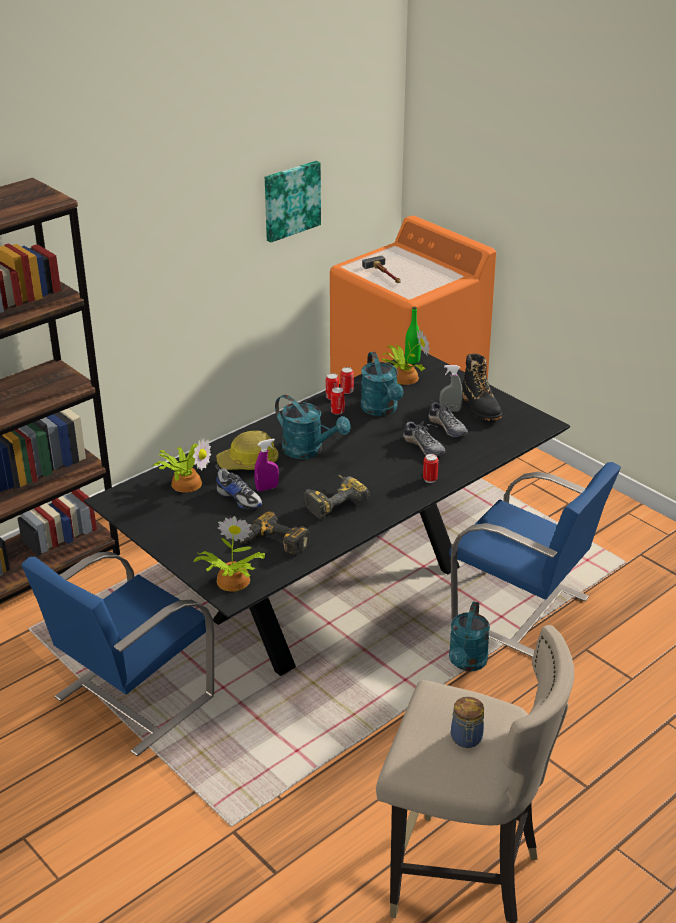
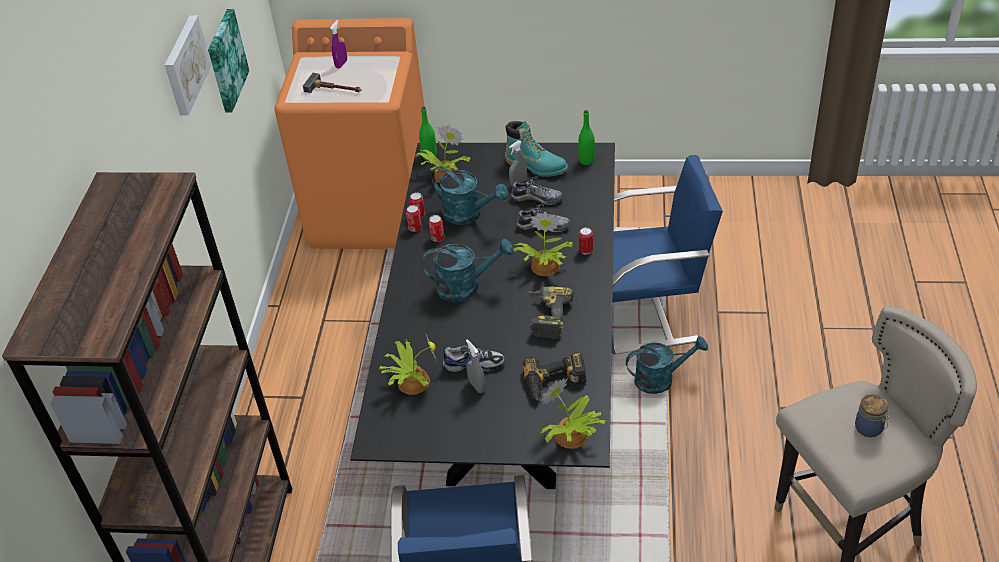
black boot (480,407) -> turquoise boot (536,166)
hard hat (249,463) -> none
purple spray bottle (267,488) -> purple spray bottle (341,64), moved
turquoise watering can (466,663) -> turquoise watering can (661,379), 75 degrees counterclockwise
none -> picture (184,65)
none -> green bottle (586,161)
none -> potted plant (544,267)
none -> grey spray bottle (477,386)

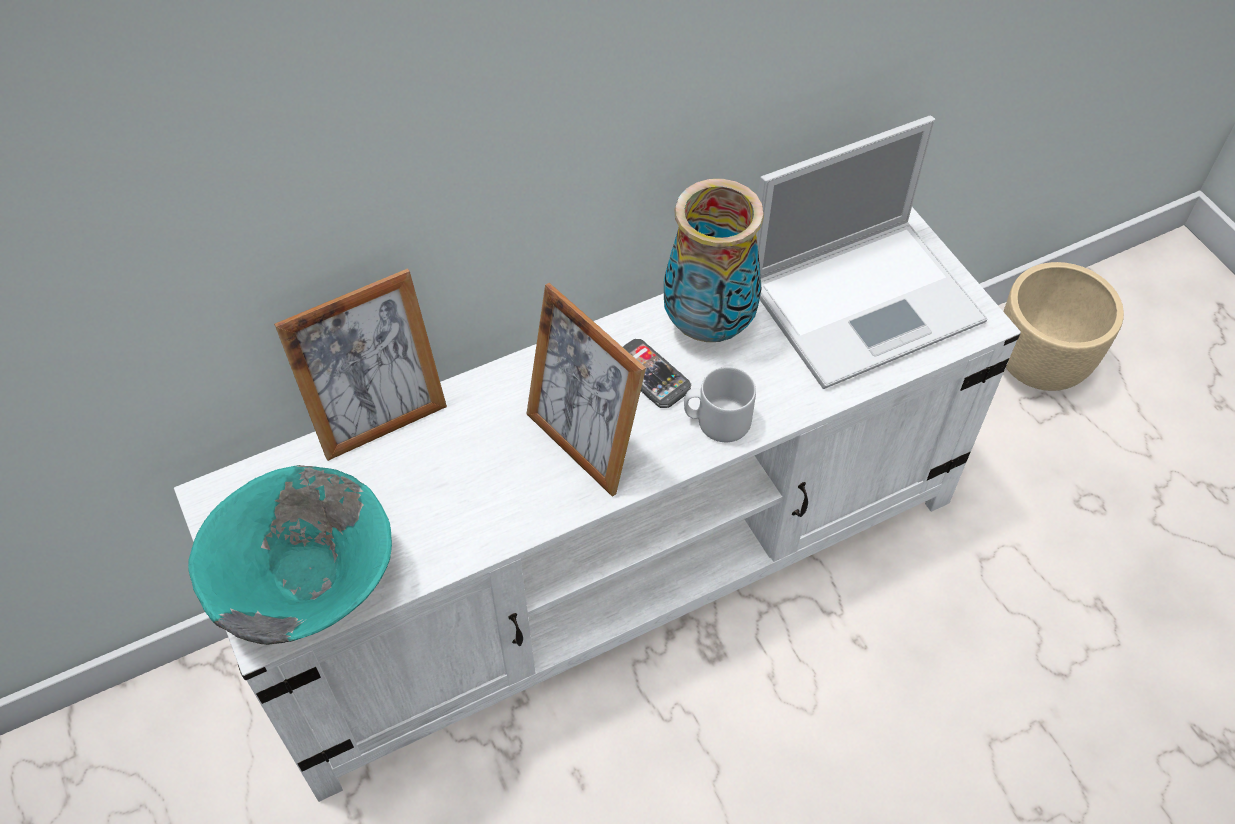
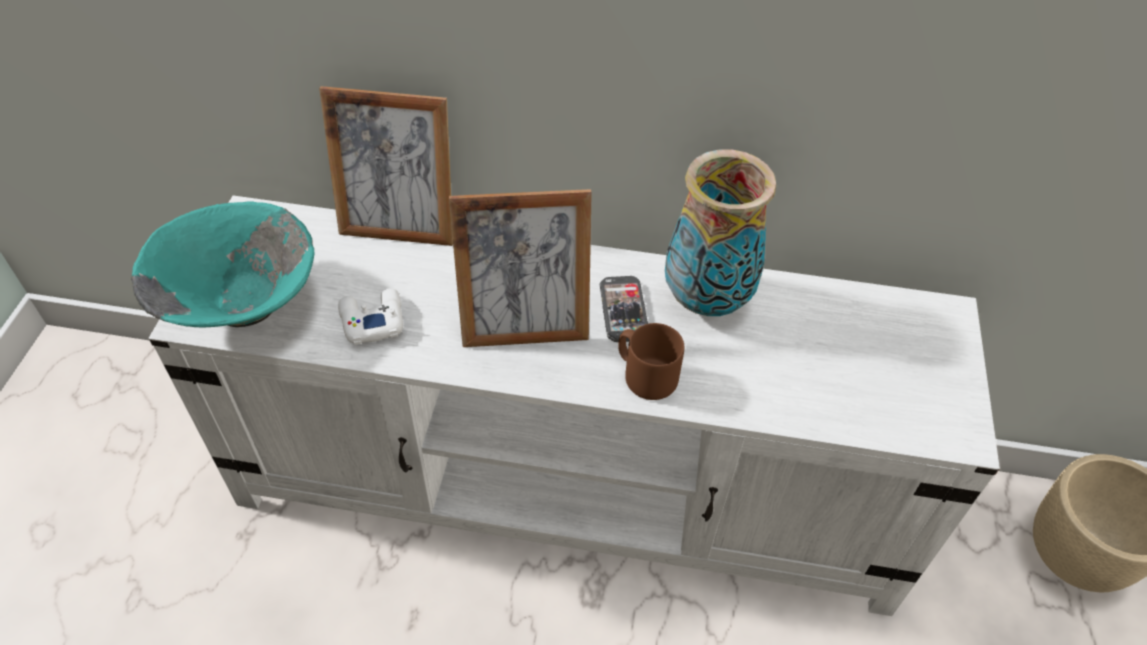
laptop (867,300) -> none
picture frame (583,443) -> picture frame (524,329), 90 degrees counterclockwise
grey mug (717,421) -> brown mug (645,375)
none -> white game controller (372,320)

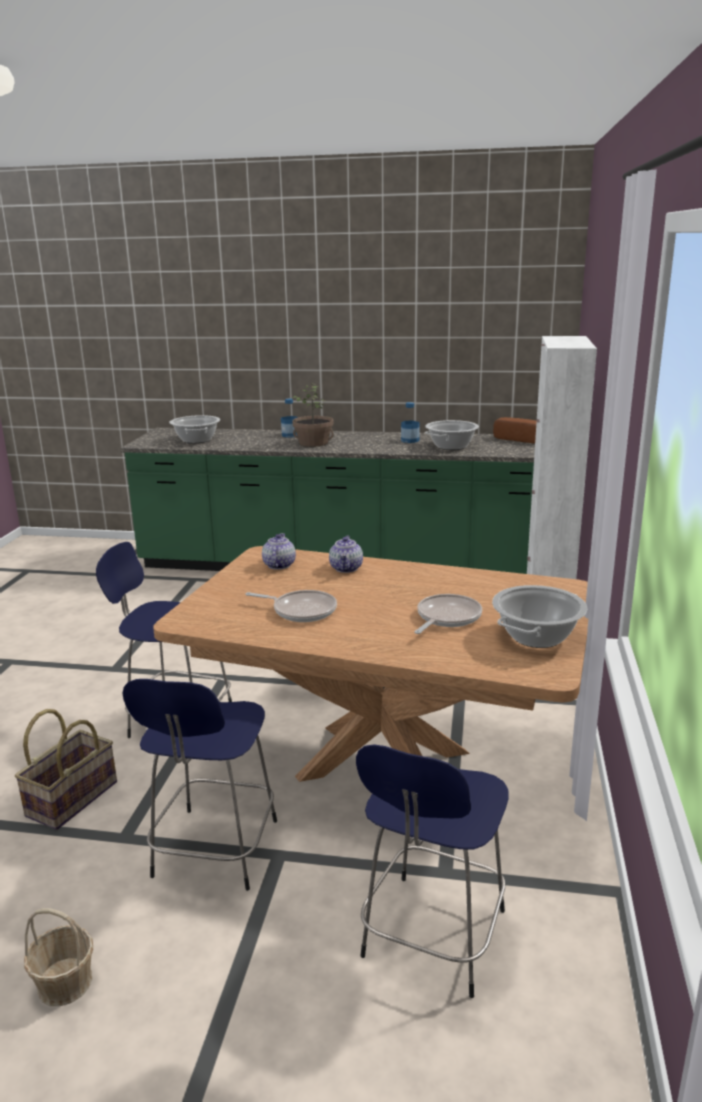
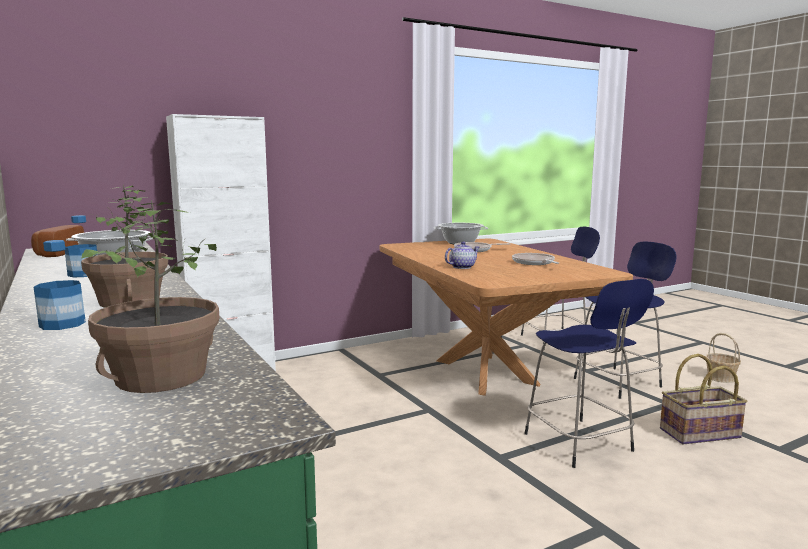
cooking pot (197,440) -> potted plant (161,376)
teapot (278,565) -> none

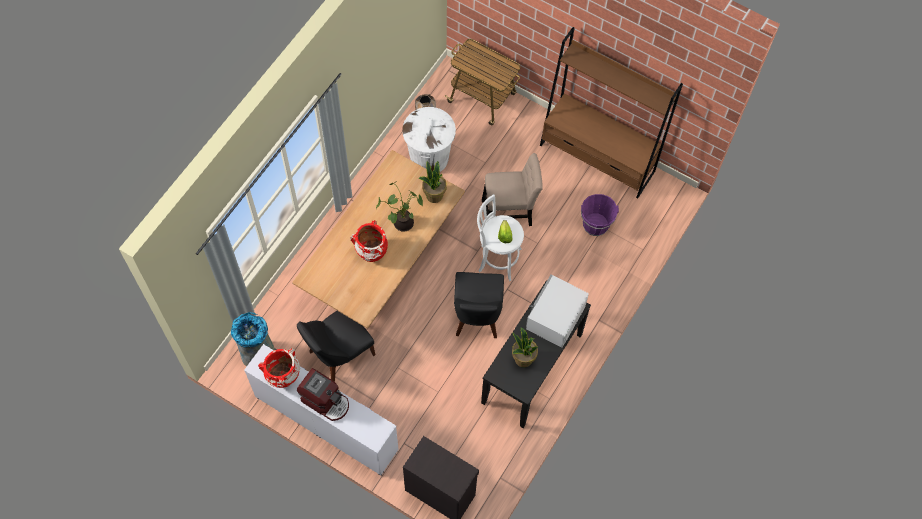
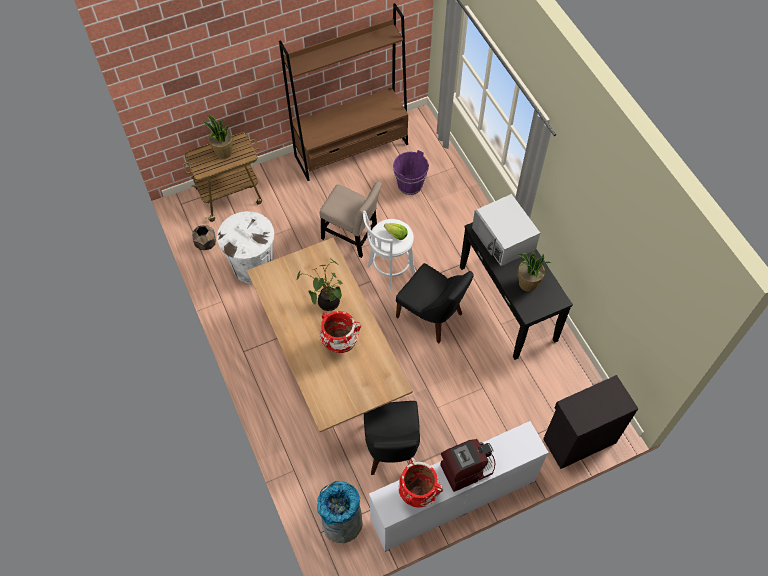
beige chair (510,211) -> beige chair (352,236), 90 degrees clockwise
potted plant (434,195) -> potted plant (223,152), moved

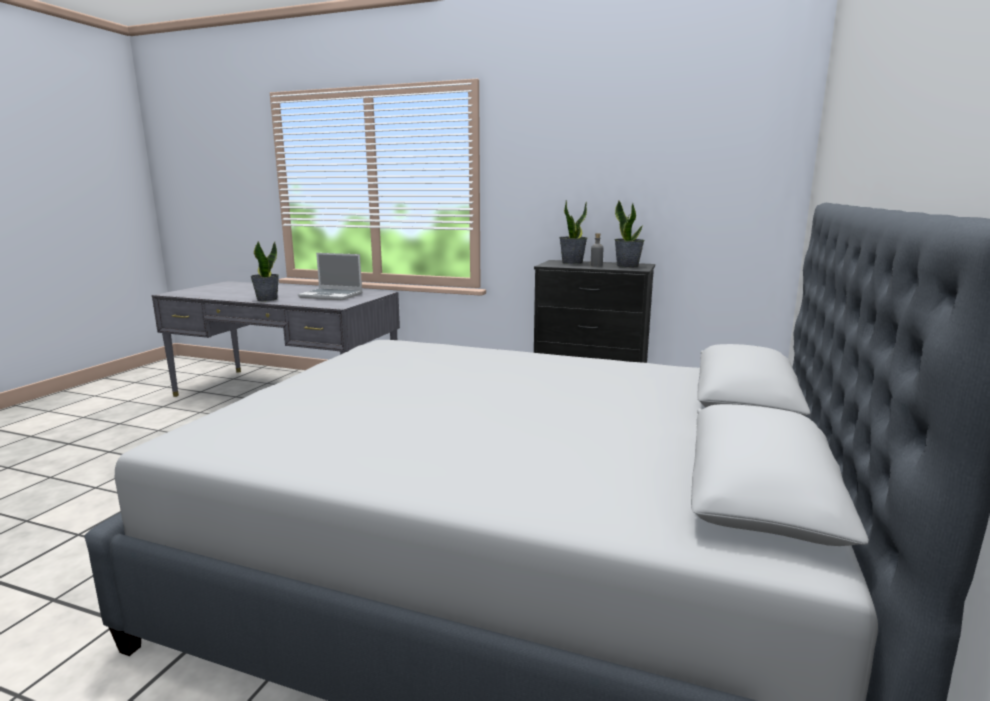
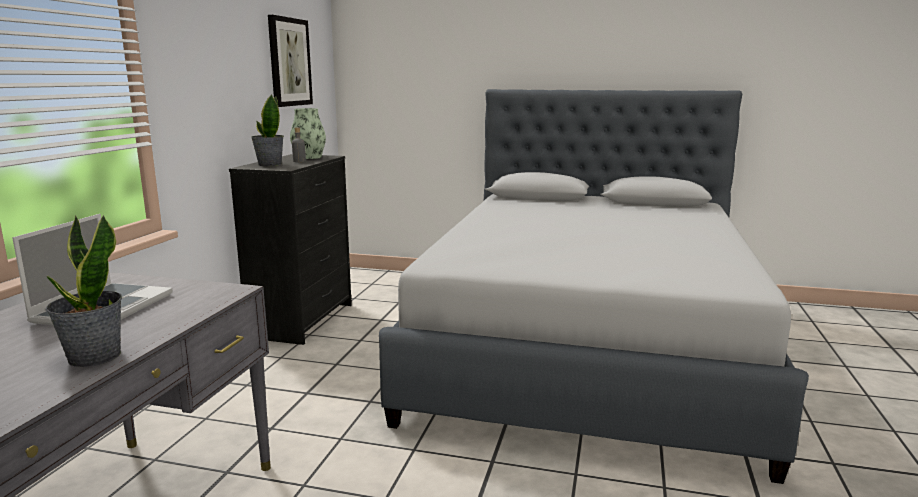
potted plant (627,266) -> vase (309,157)
none -> picture (289,62)

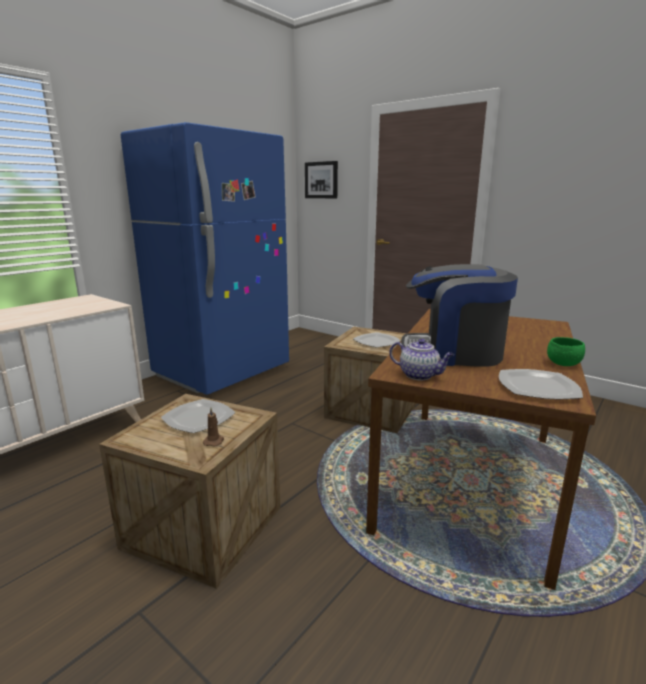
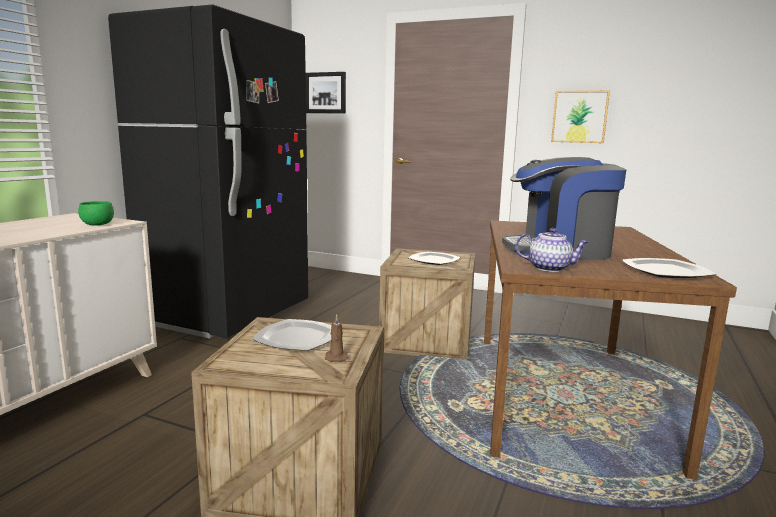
blue fridge (223,371) -> black fridge (228,314)
green bowl (563,364) -> green bowl (97,224), moved
none -> picture (580,117)

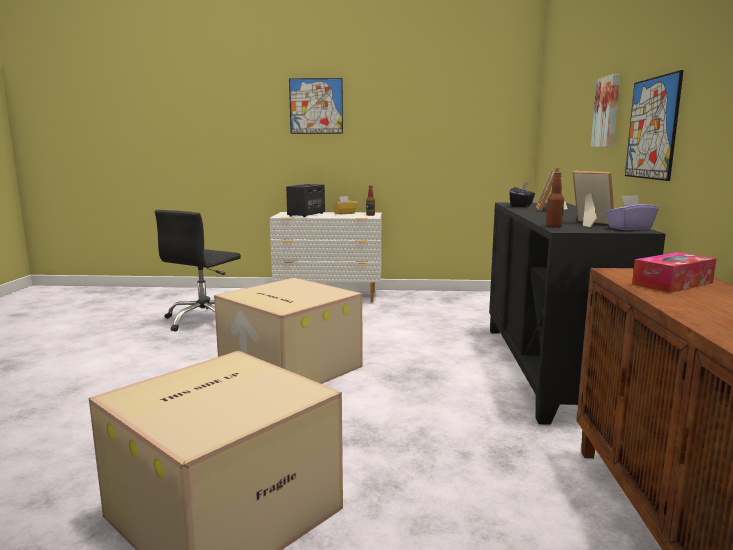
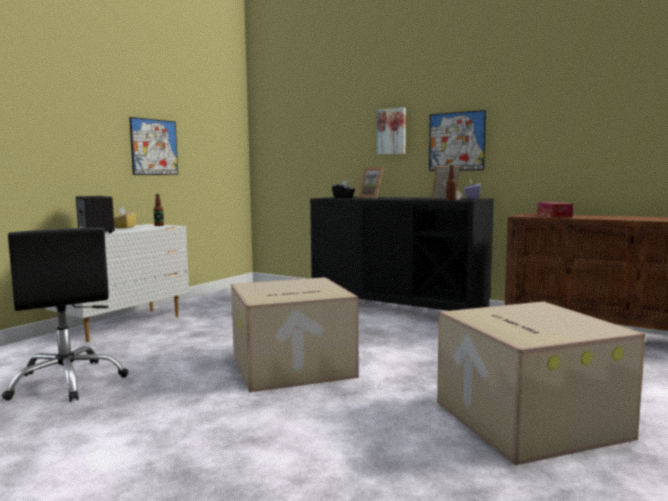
picture (316,106) -> picture (154,147), moved

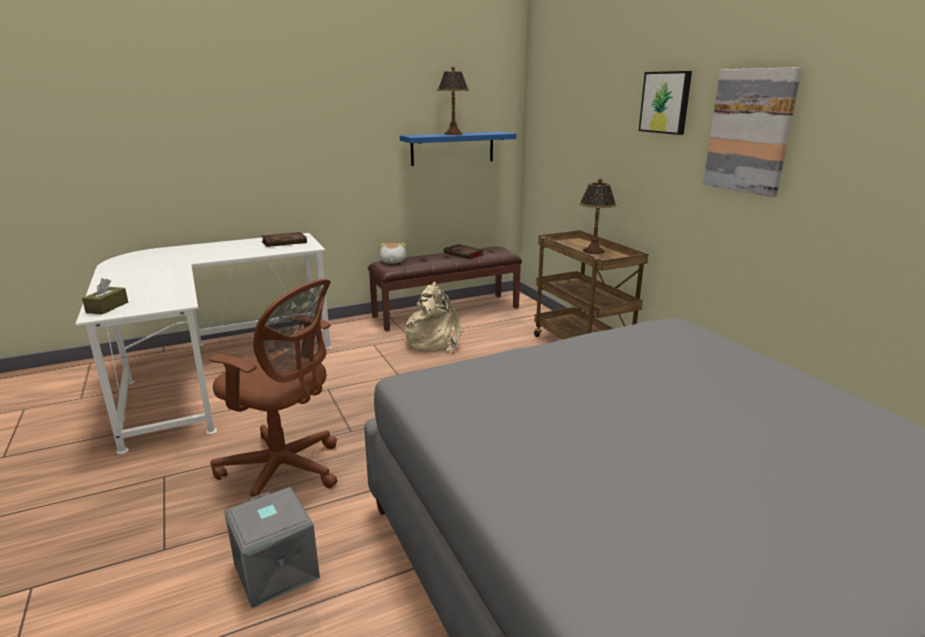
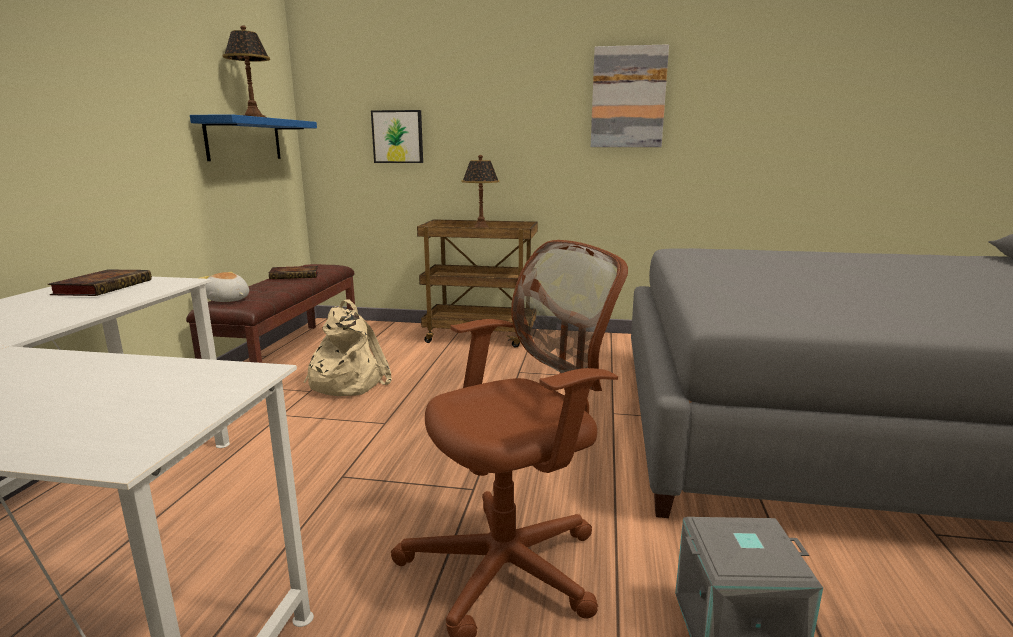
picture (666,102) -> picture (398,137), moved
brown tissue box (107,307) -> none

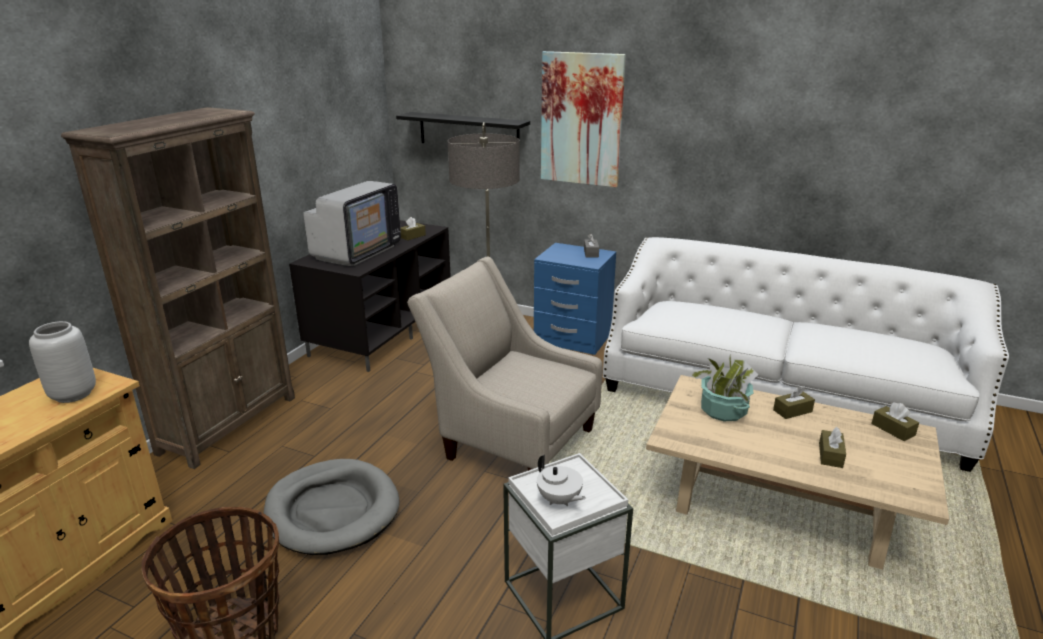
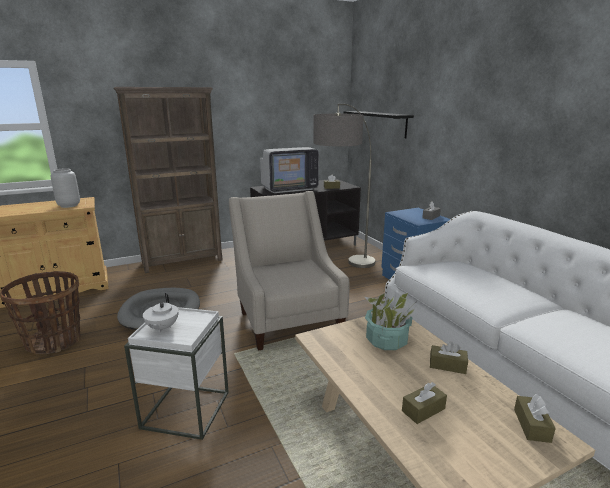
picture (581,119) -> none

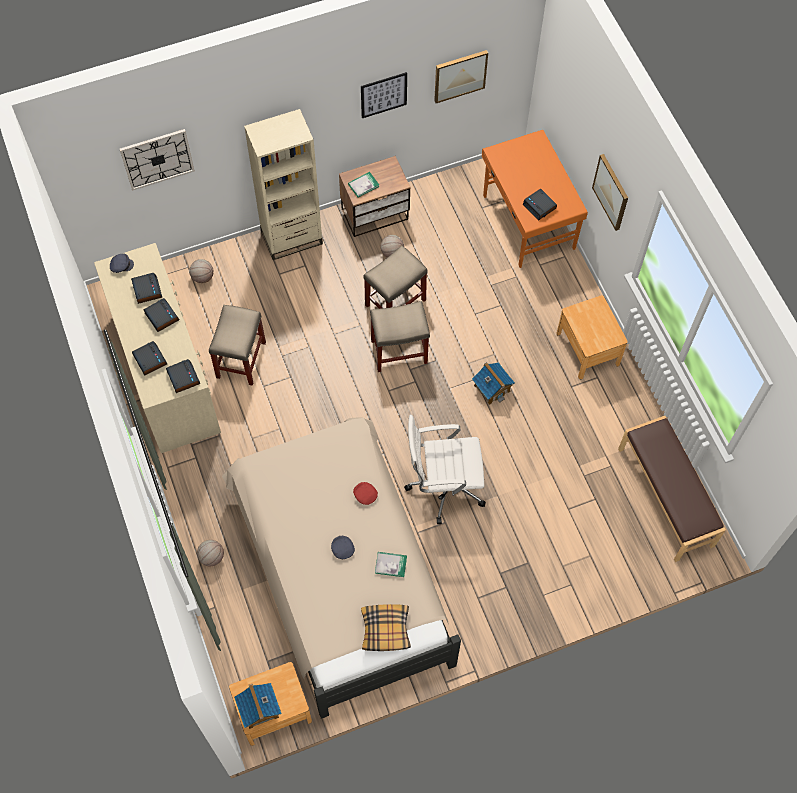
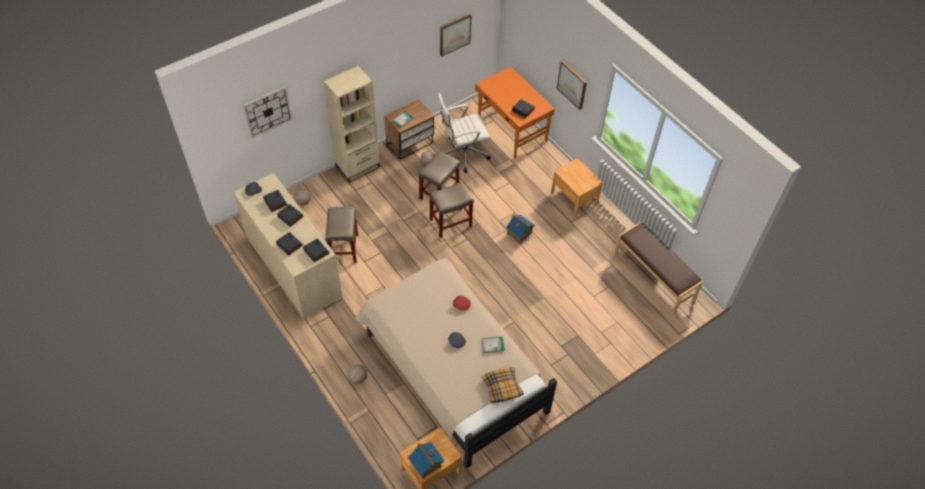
picture (383,95) -> none
white office chair (443,485) -> white office chair (462,153), moved

